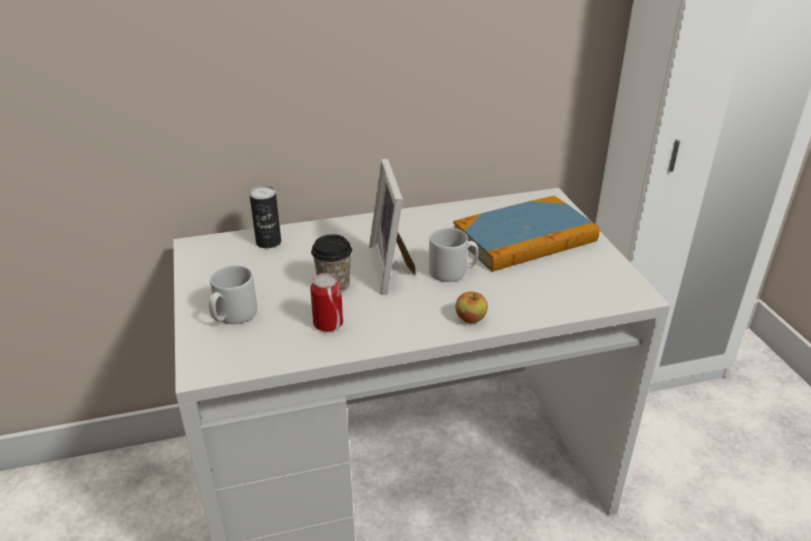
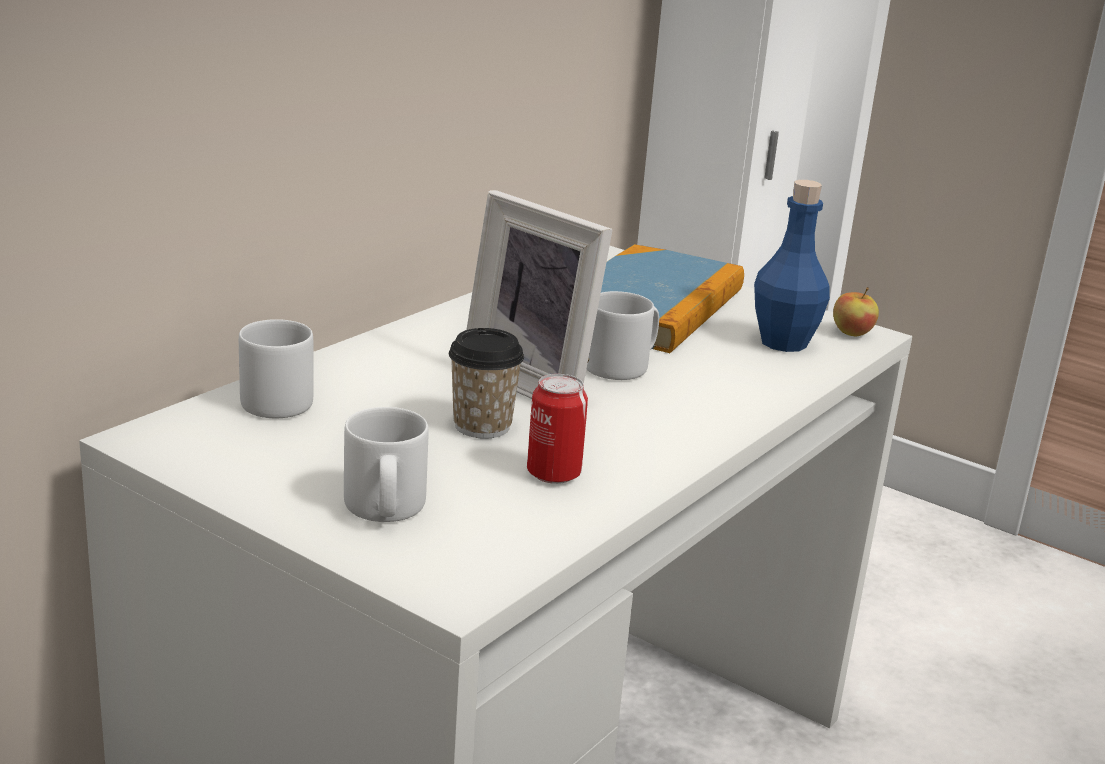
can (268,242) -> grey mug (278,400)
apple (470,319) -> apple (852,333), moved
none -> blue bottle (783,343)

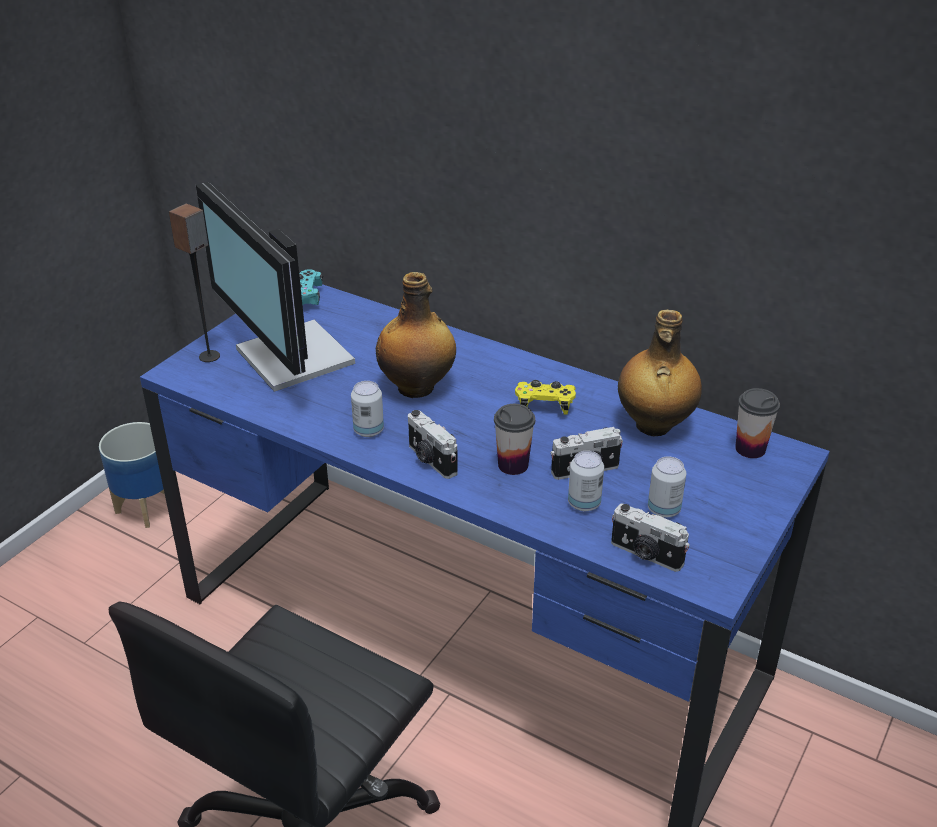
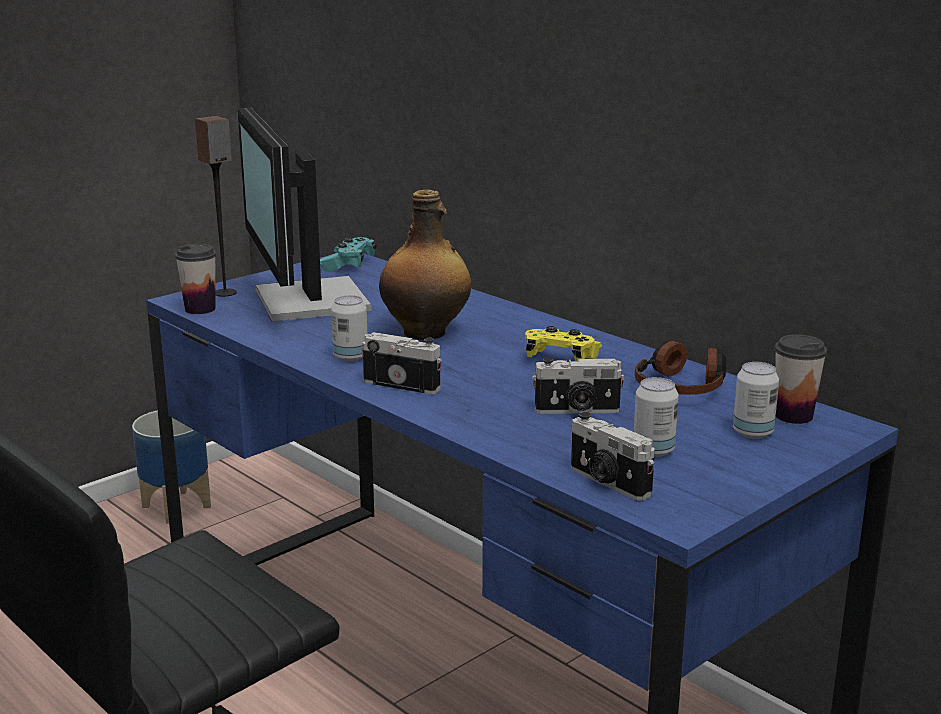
bottle (653,426) -> headphones (682,386)
cup (513,465) -> cup (200,309), moved
photo camera (430,460) -> photo camera (403,384), 135 degrees clockwise
can (584,503) -> can (752,432), moved

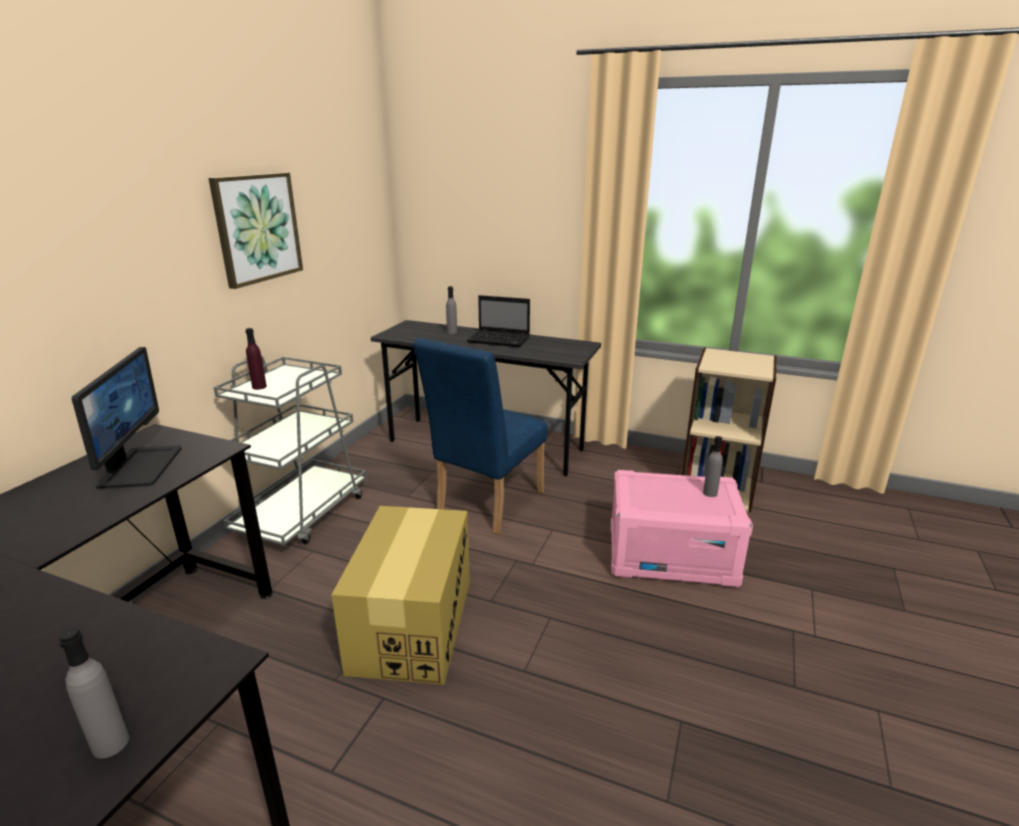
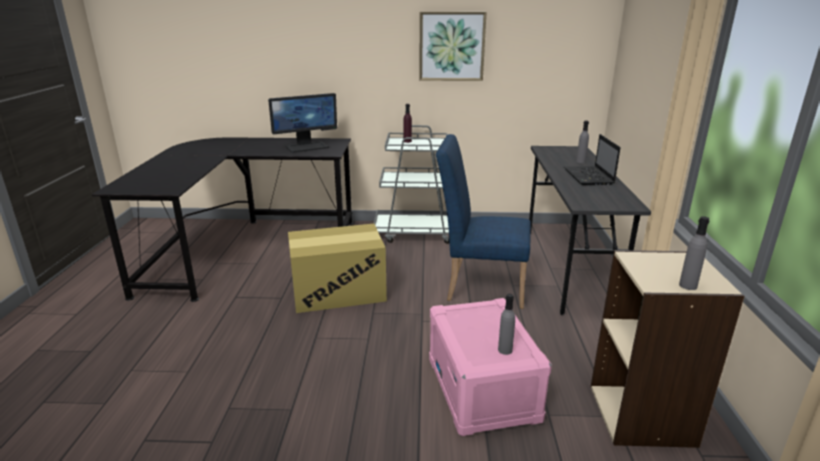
grey bottle (110,743) -> grey bottle (688,285), moved

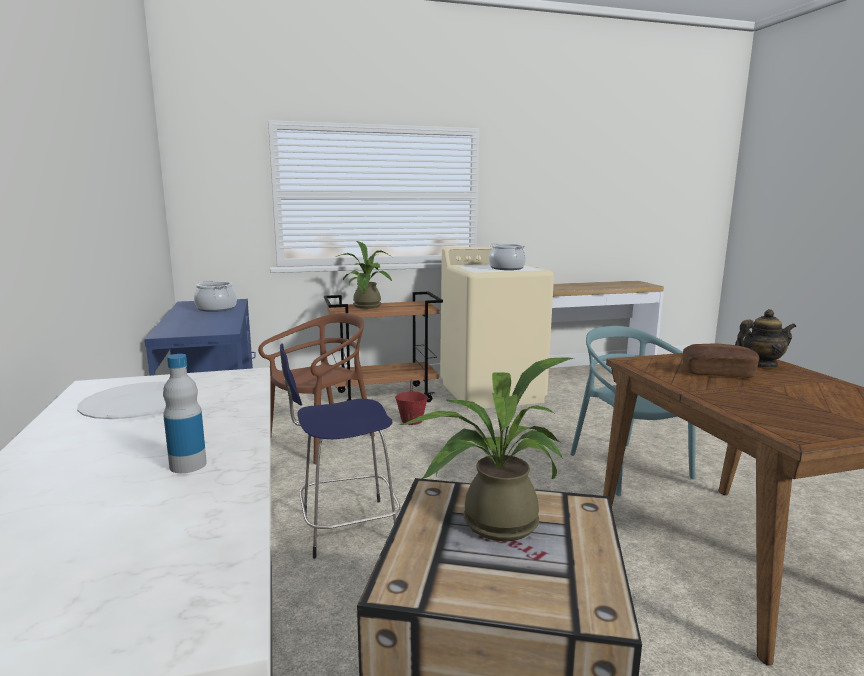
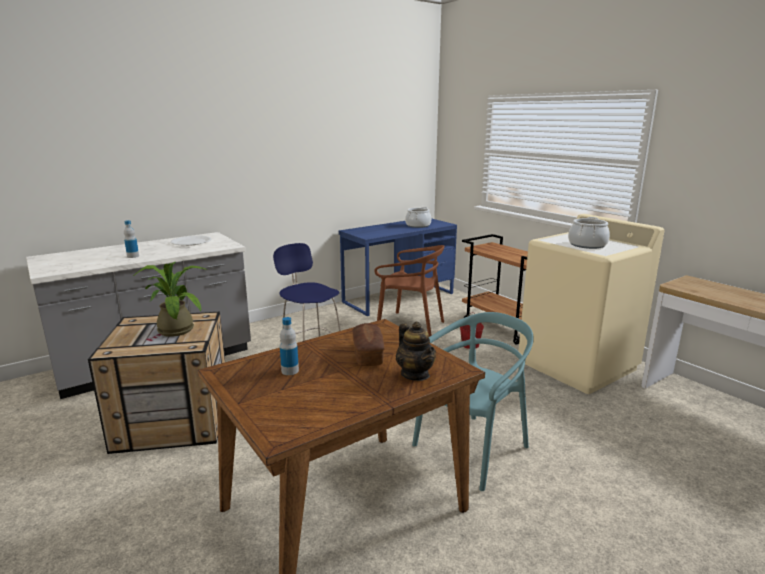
potted plant (367,307) -> none
none -> bottle (290,371)

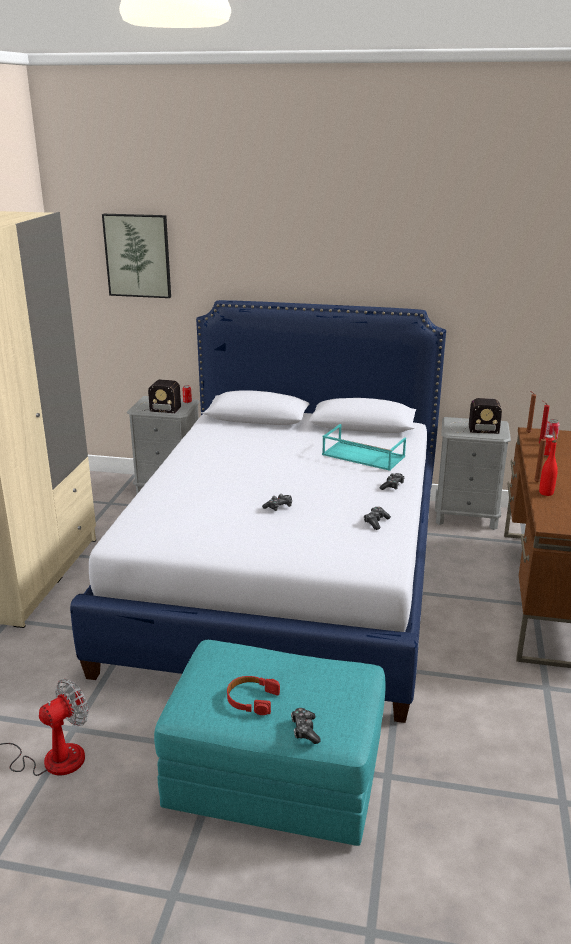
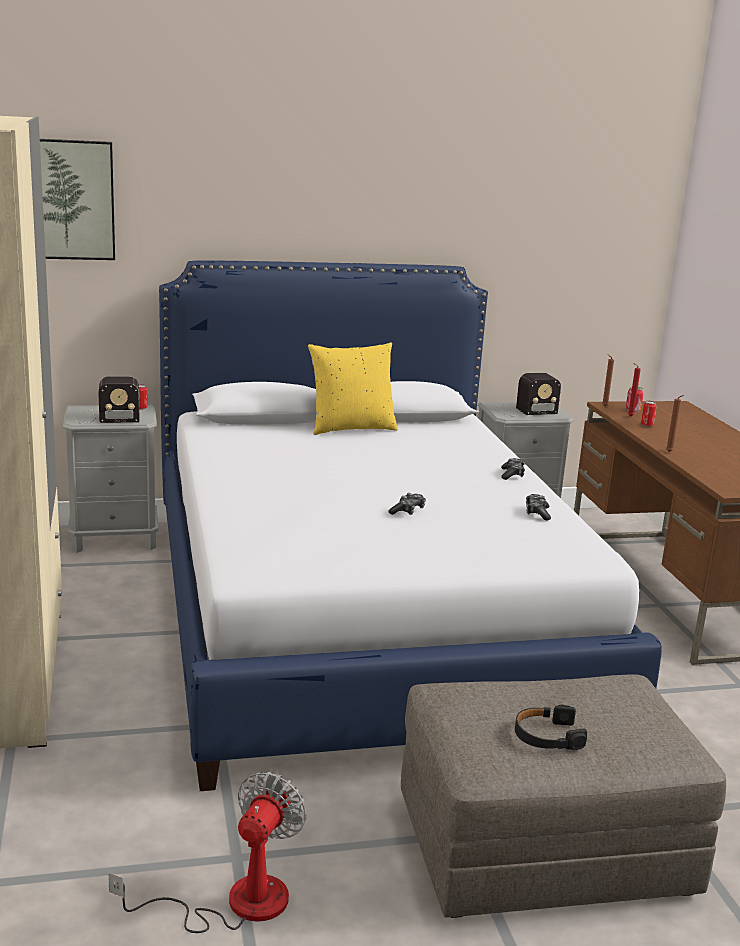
turquoise tray (362,456) -> none
red bottle (546,493) -> none
turquoise ottoman (276,775) -> grey ottoman (545,844)
red headphones (251,699) -> black headphones (547,736)
game controller (305,730) -> none
none -> yellow pillow (351,428)

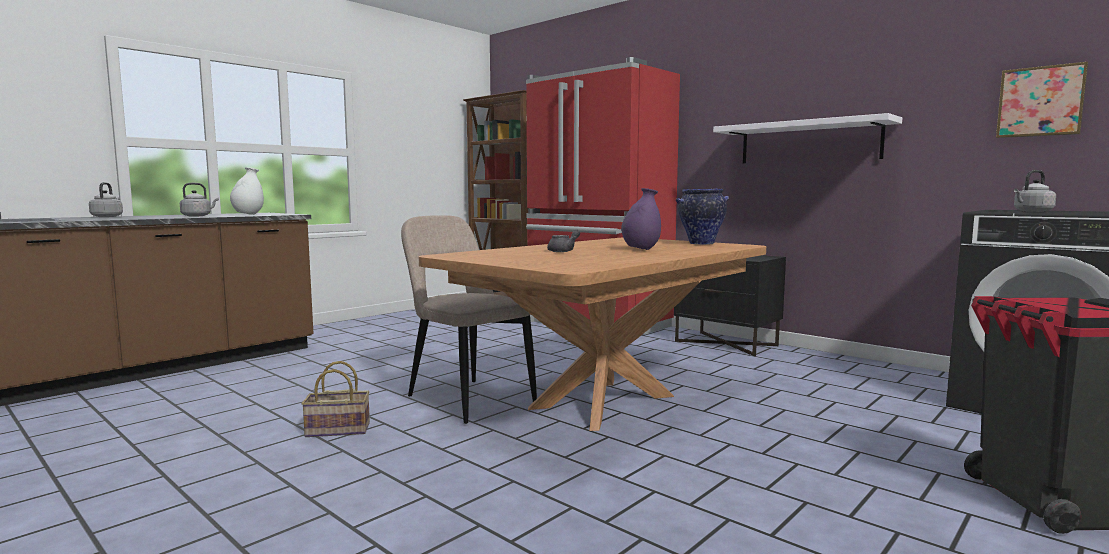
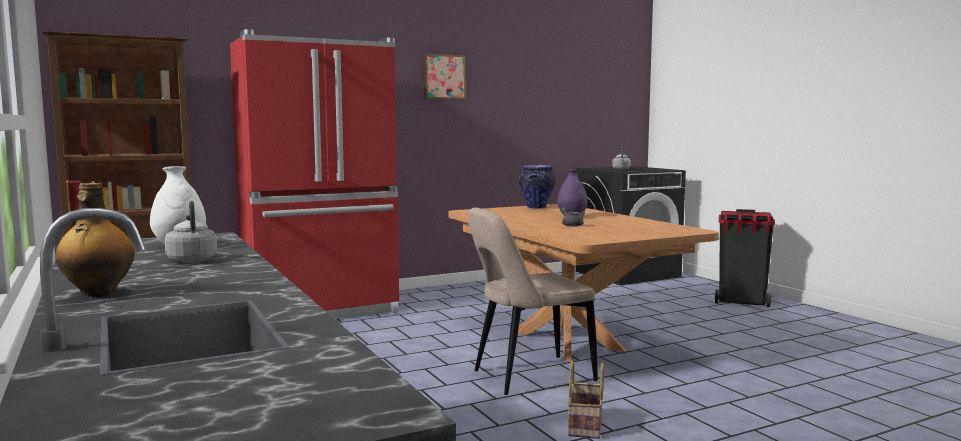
picture (1040,102) -> picture (443,77), moved
white shelf (809,142) -> none
grey kettle (107,216) -> bottle (97,293)
black nightstand (727,343) -> none

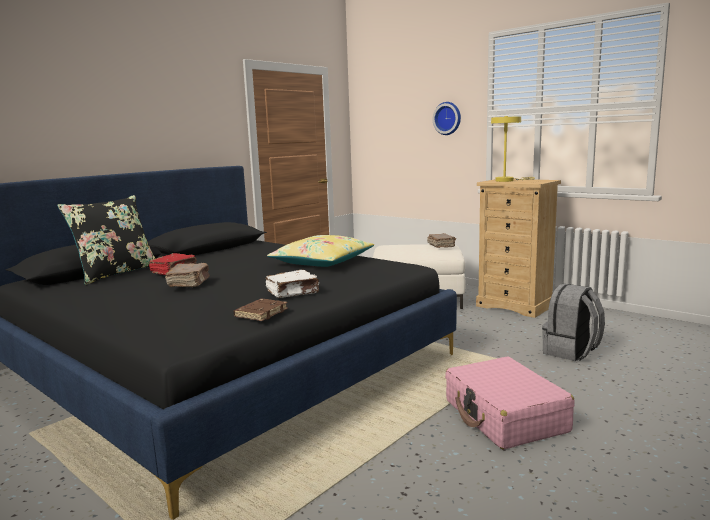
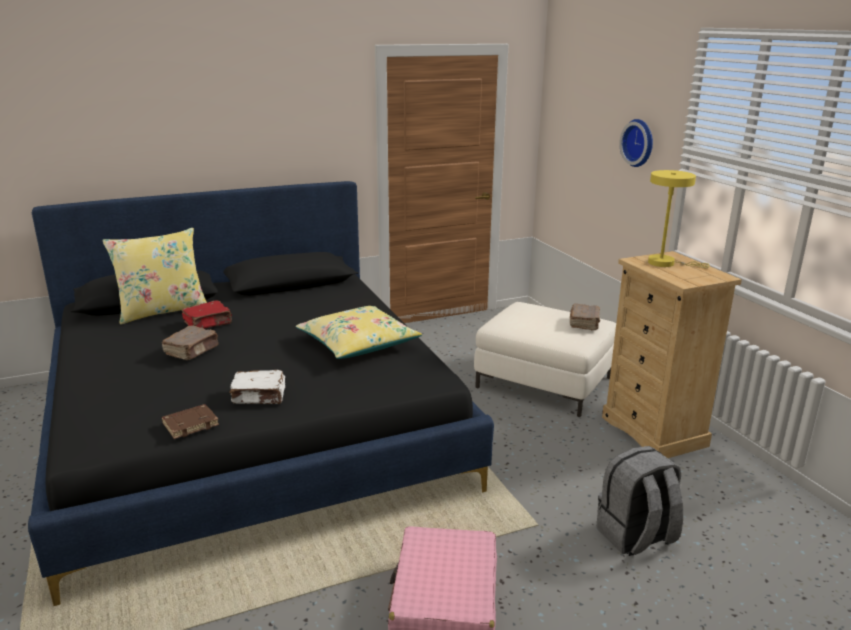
black pillow (116,273) -> yellow pillow (162,311)

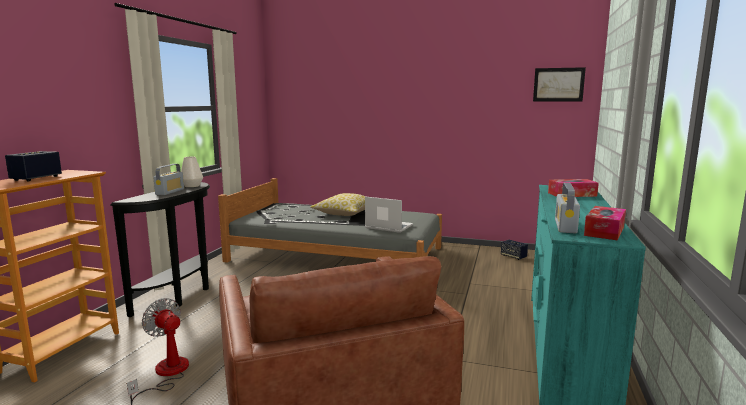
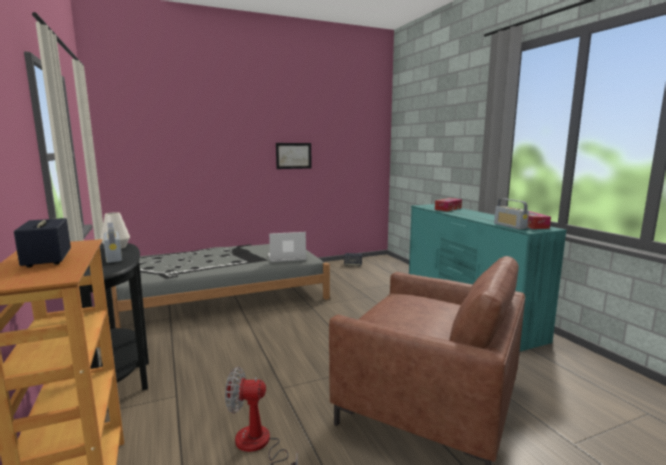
picture (558,84) -> picture (293,155), moved
pillow (344,213) -> none

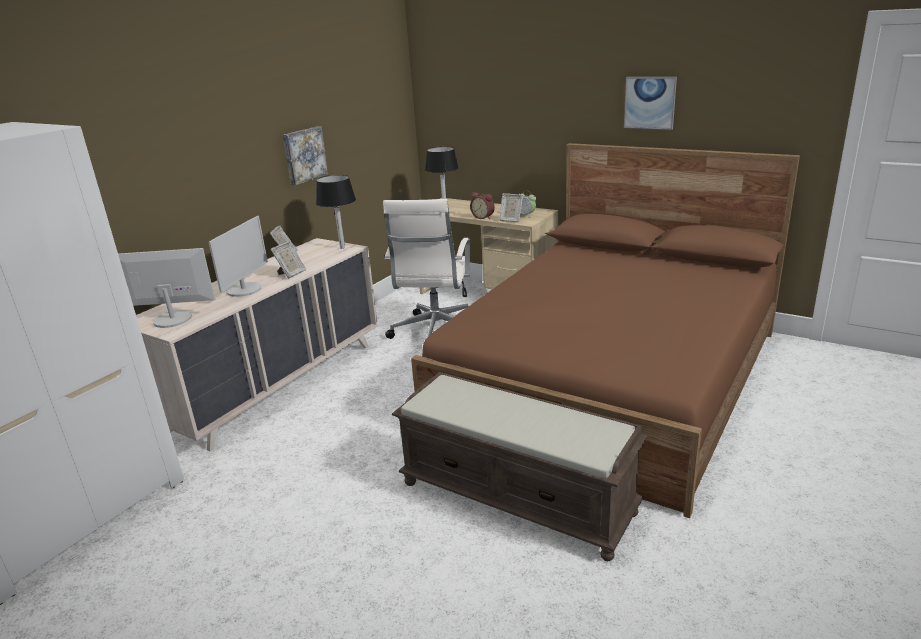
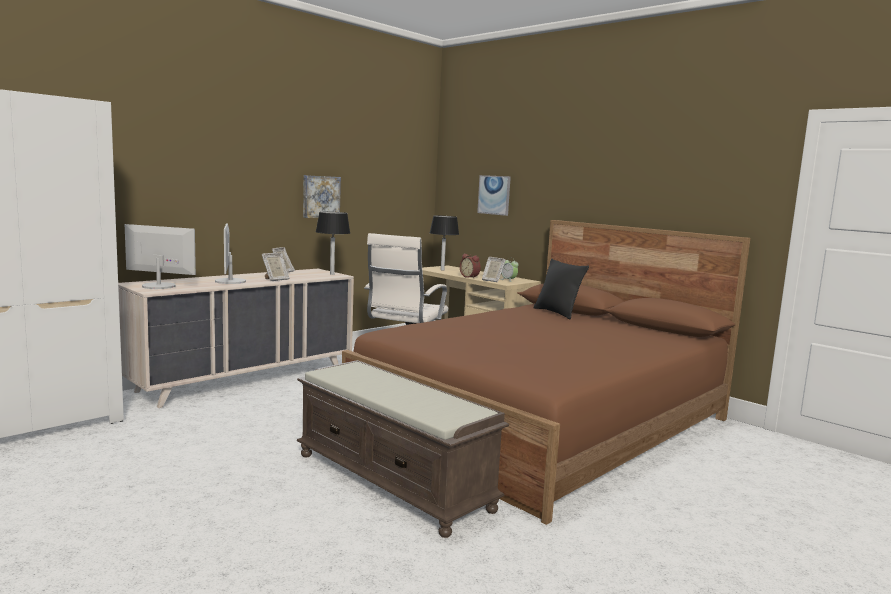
picture (650,102) -> picture (494,195), moved
monitor (244,290) -> monitor (230,281), 135 degrees clockwise
none -> black pillow (557,313)

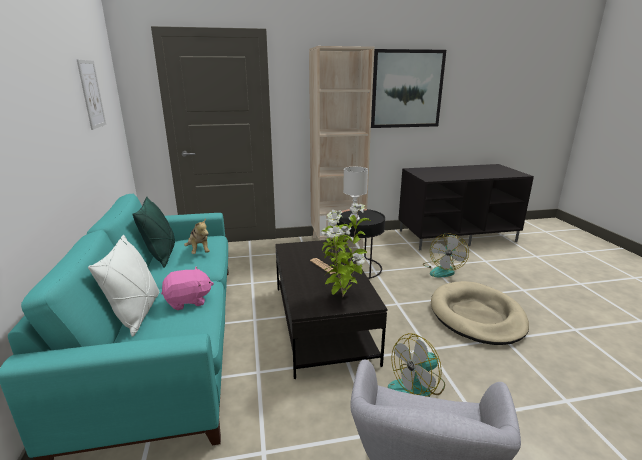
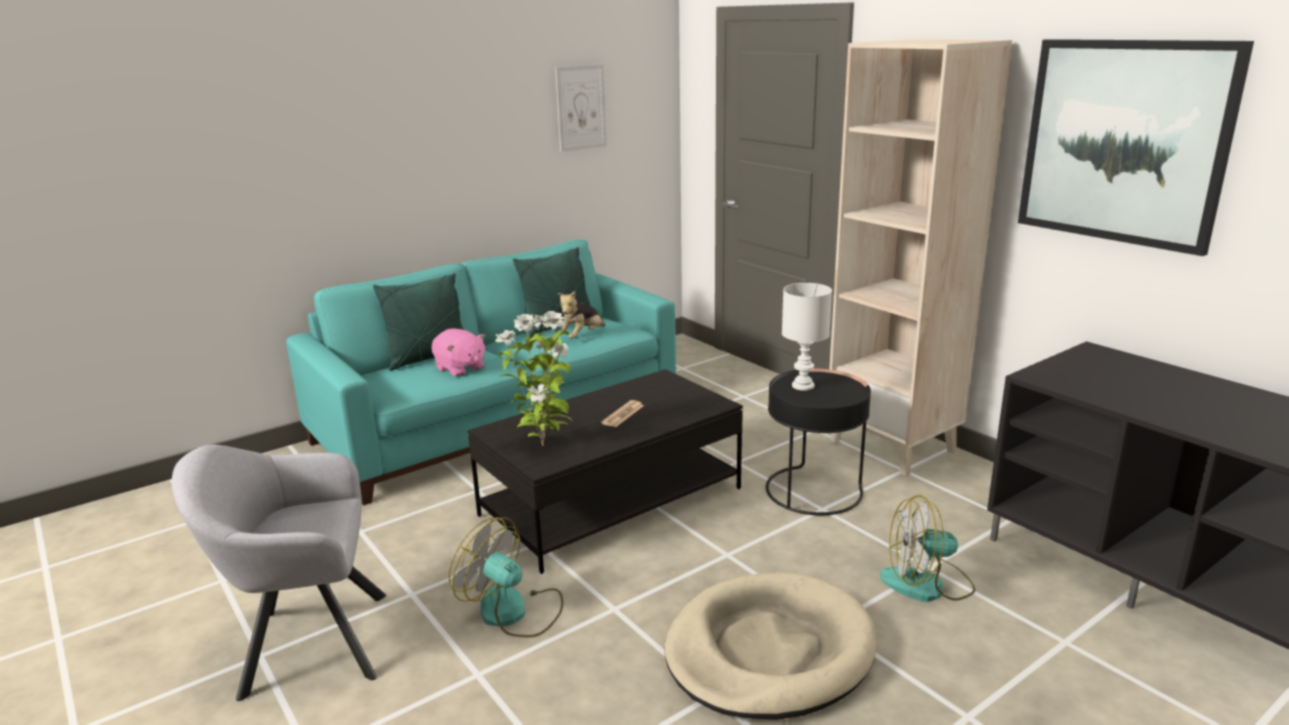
white pillow (137,314) -> green pillow (428,359)

